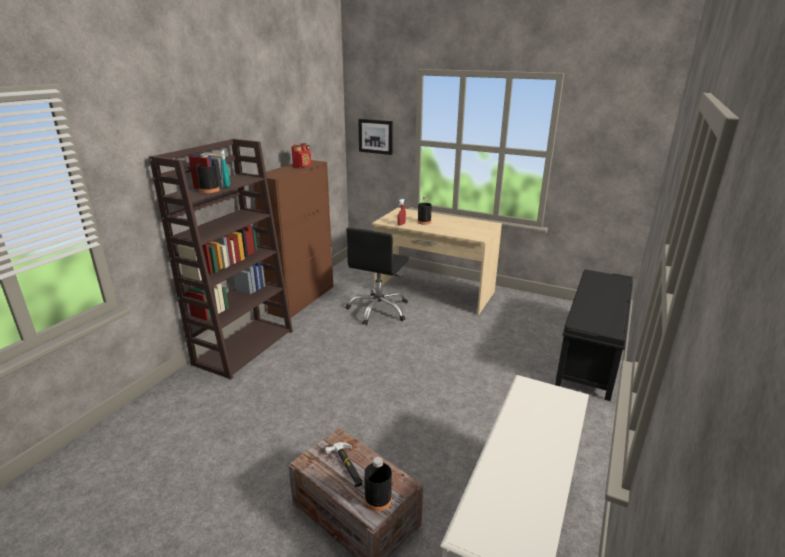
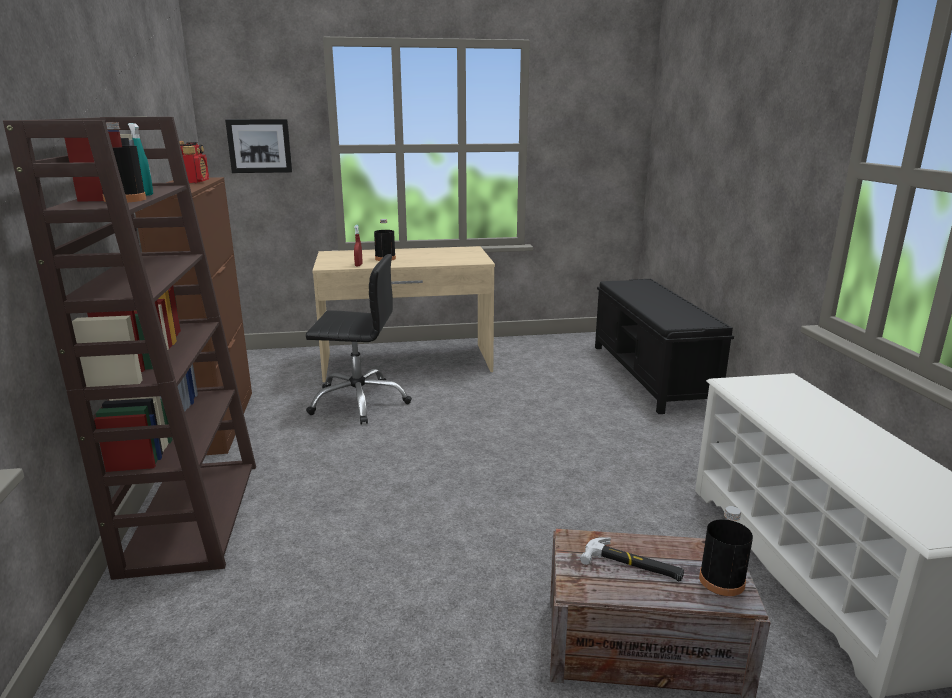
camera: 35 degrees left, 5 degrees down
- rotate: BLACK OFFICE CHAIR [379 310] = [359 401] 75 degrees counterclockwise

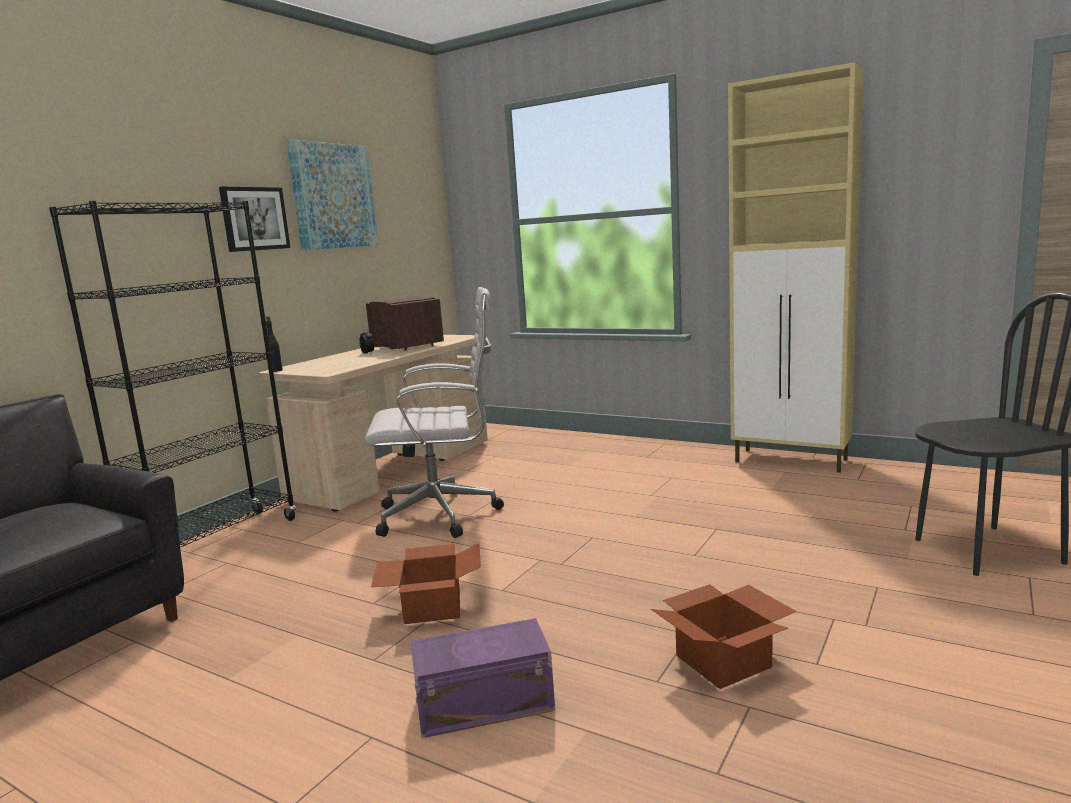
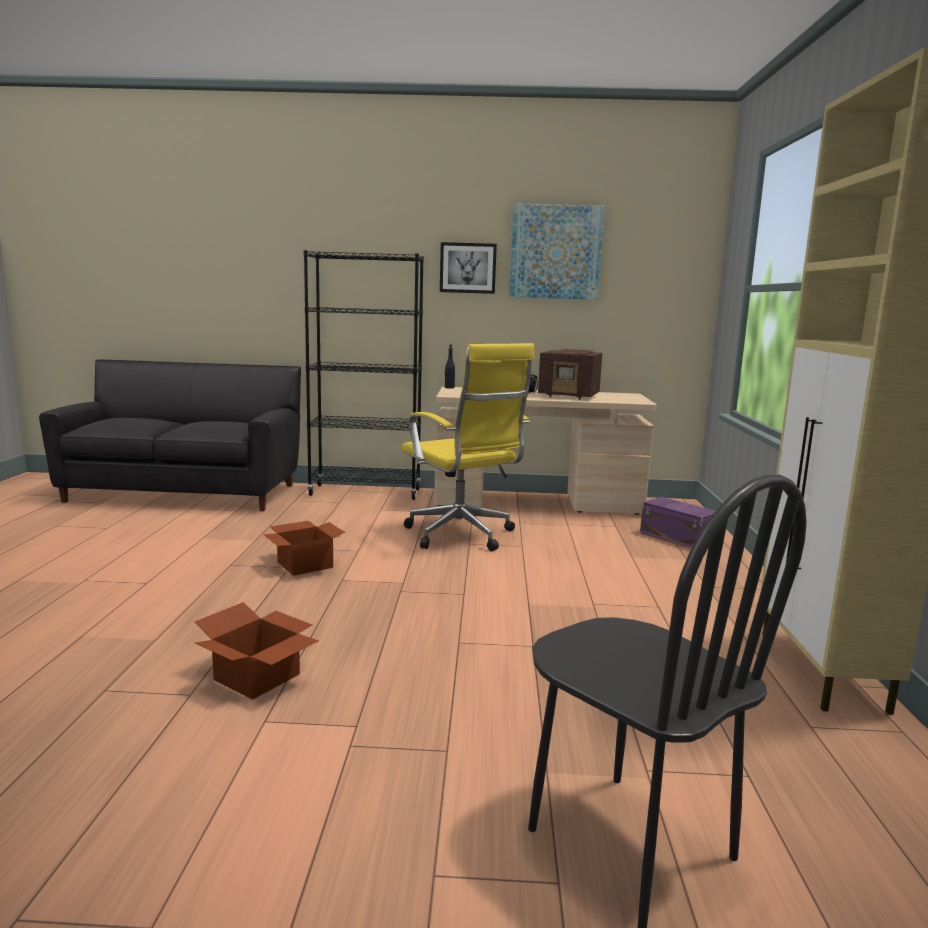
camera: 60 degrees right, 0 degrees up
- recolor: WHITE OFFICE CHAIR [444 515] to YELLOW OFFICE CHAIR [462 536]
- rotate: RADIO [407 347] = [570 396] 90 degrees clockwise
- move: PURPLE STORAGE BOX [482 703] to [677 538]

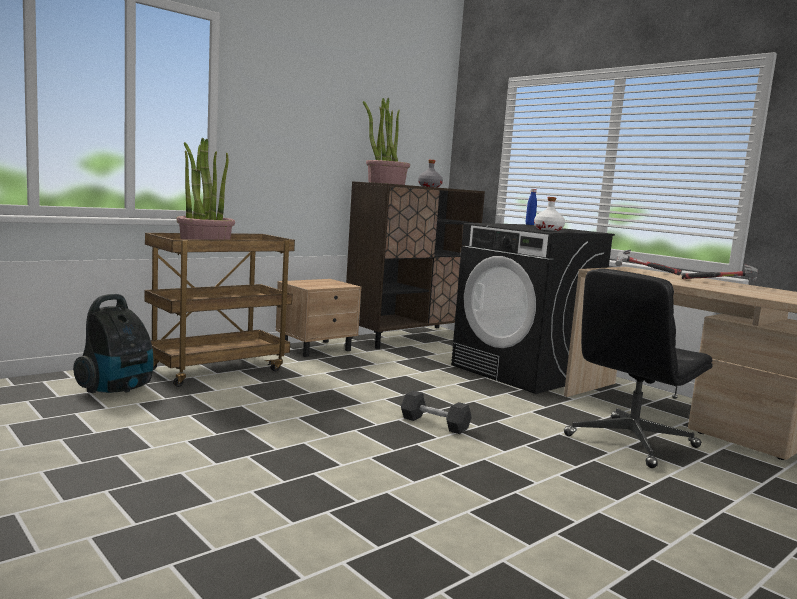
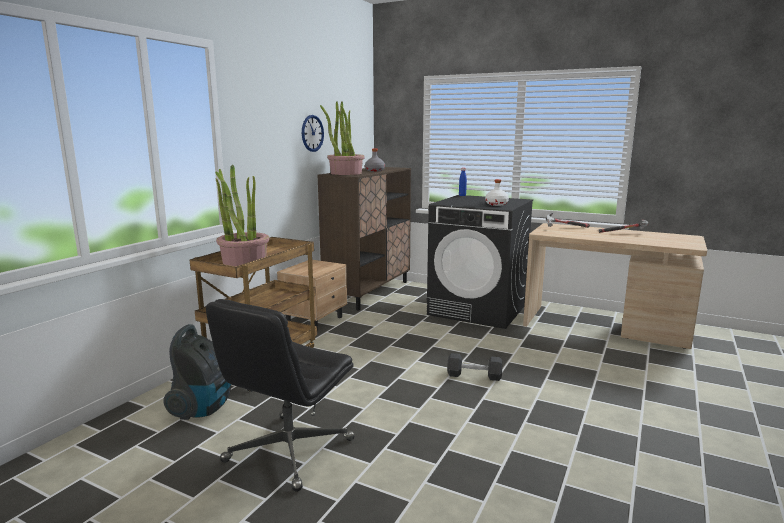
camera: 20 degrees left, 5 degrees up
- move: BLACK OFFICE CHAIR [630 442] to [289 451]
- insert: WALL CLOCK [312 133]

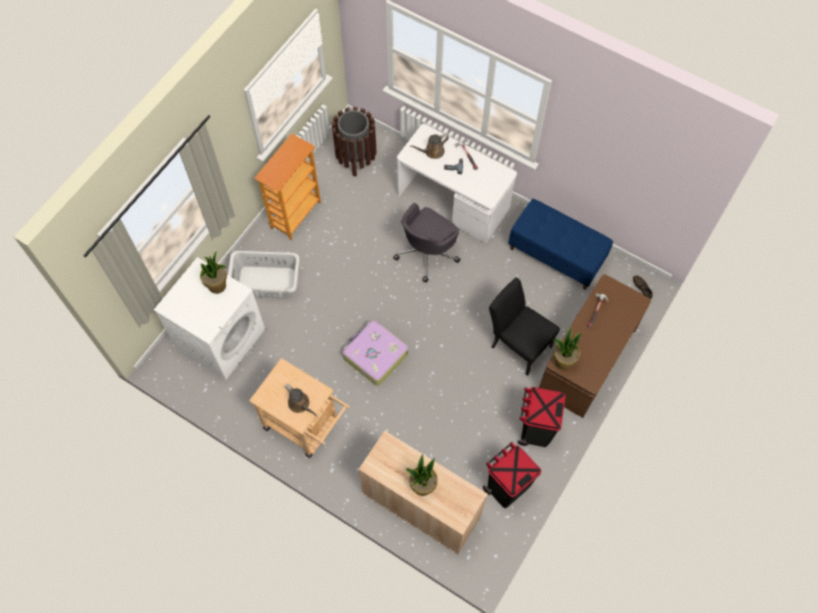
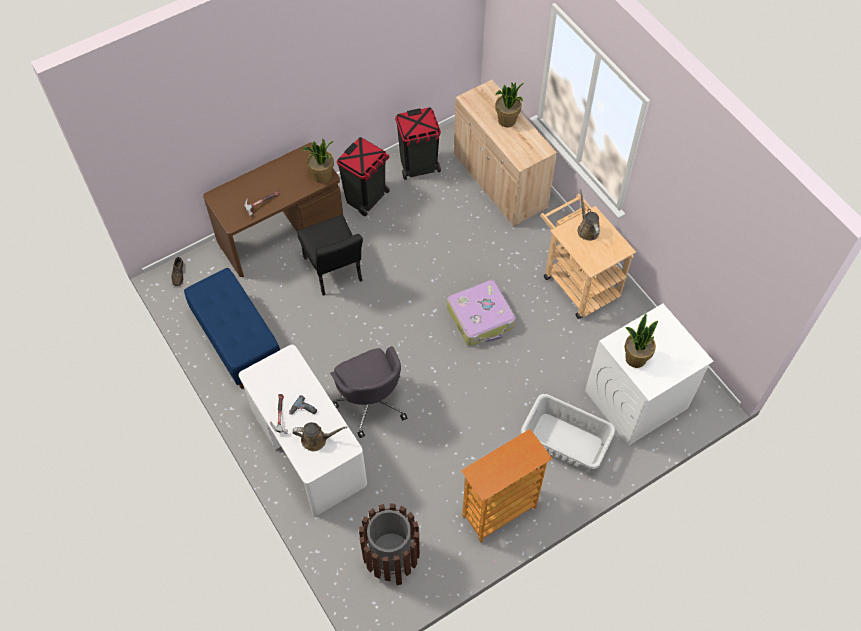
camera: 155 degrees left, 5 degrees down
- rotate: GREY OFFICE CHAIR [427 253] = [371 401] 90 degrees clockwise

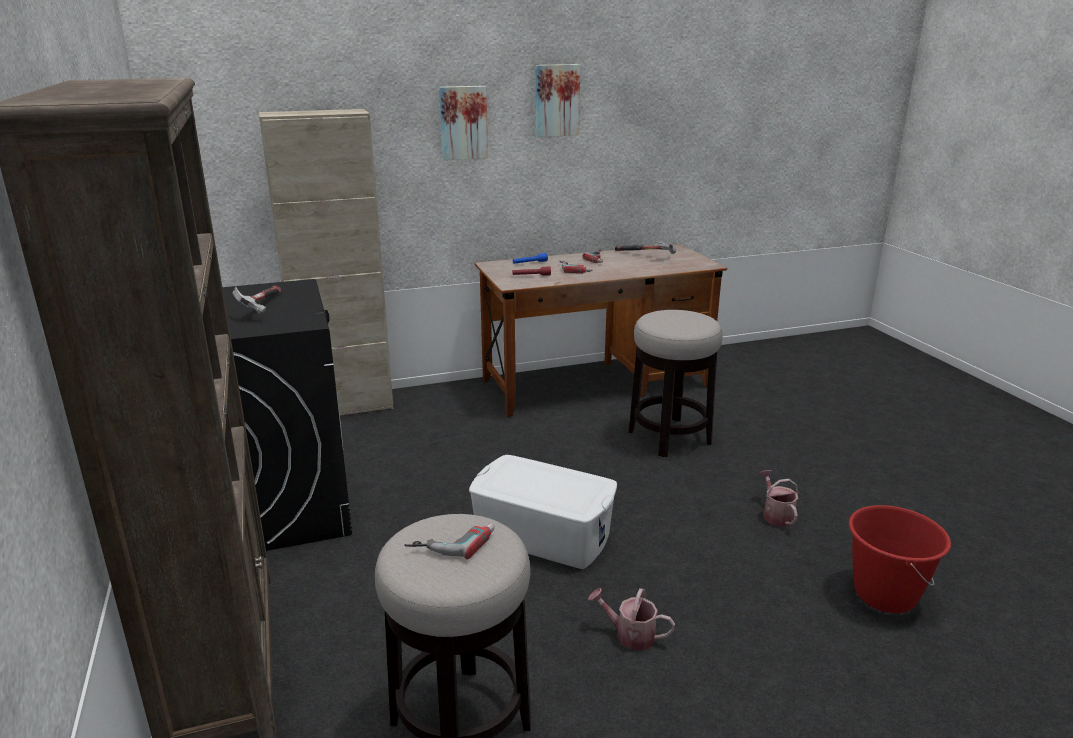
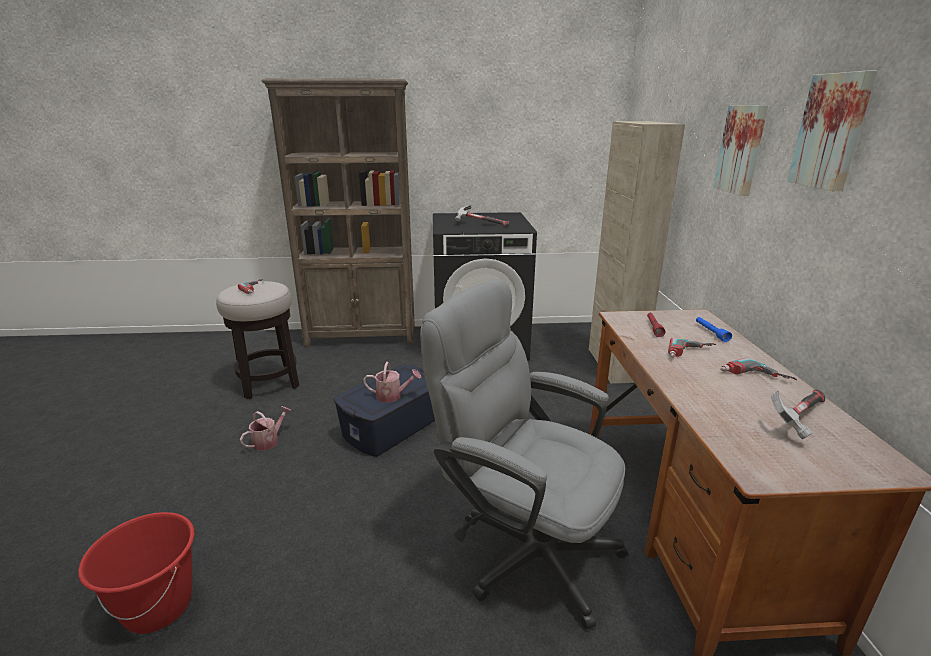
camera: 105 degrees right, 0 degrees up
- replace: STOOL [669 437] to GREY OFFICE CHAIR [524 547]
- recolor: WHITE STORAGE BOX [543 534] to BLUE STORAGE BOX [393 426]
- move: WATERING CAN [776 515] to [392 396]

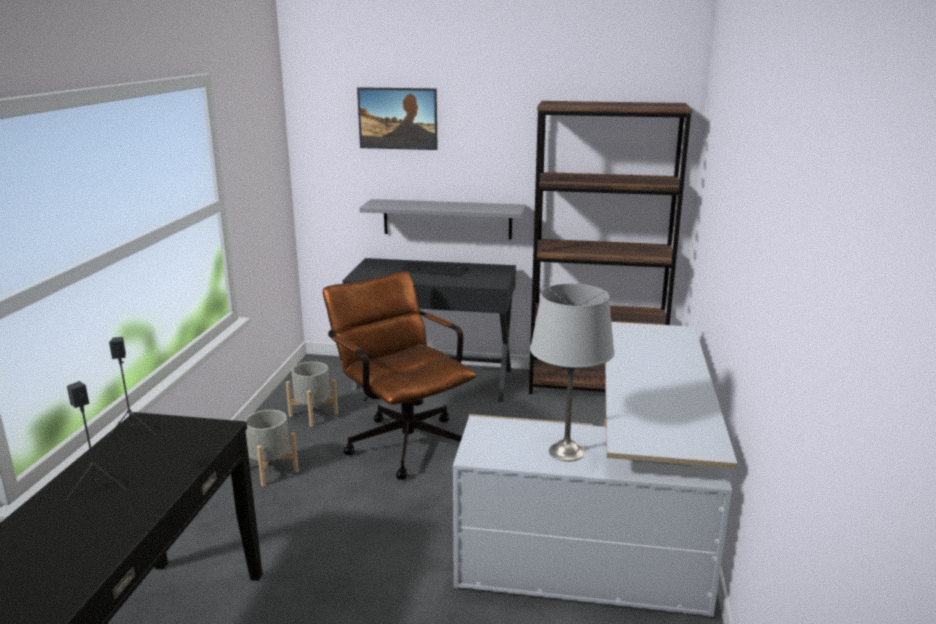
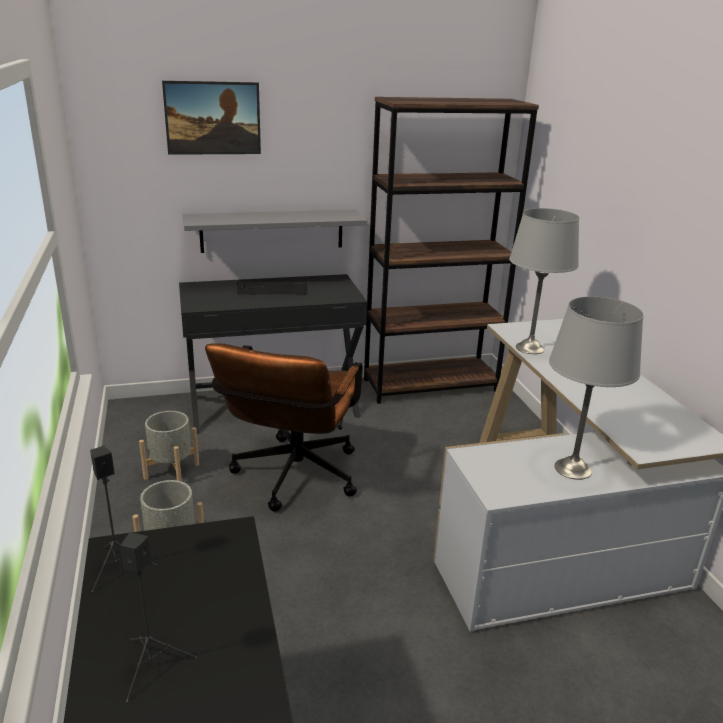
camera: 25 degrees left, 5 degrees up
- rotate: BROWN OFFICE CHAIR [402 440] = [292 480] 105 degrees counterclockwise
- insert: GREY TABLE LAMP [530 348]

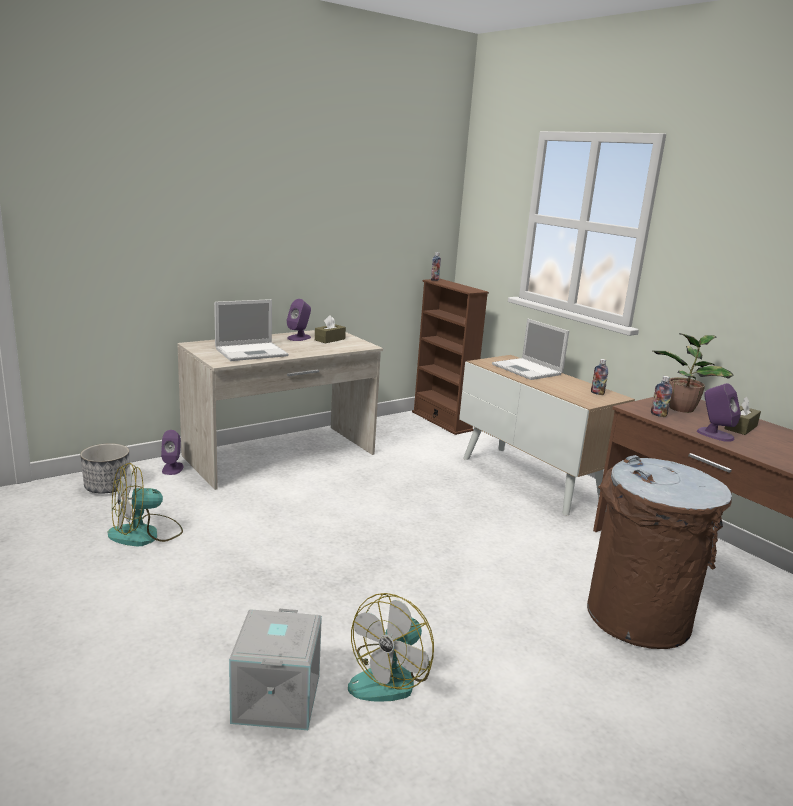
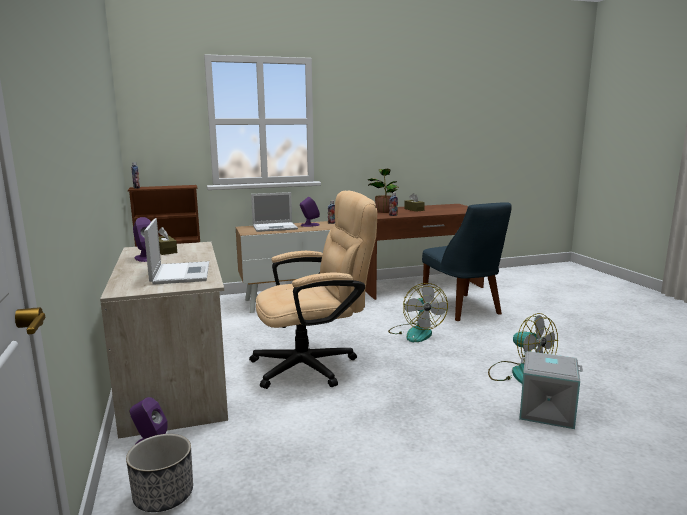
camera: 70 degrees left, 5 degrees down
- move: PURPLE SPEAKER [714 434] to [310 225]
- replace: BROWN TRASH CAN [638 618] to BLUE CHAIR [463 308]
- move: FAN [145 534] to [416 332]
- insert: BEIGE OFFICE CHAIR [314 365]

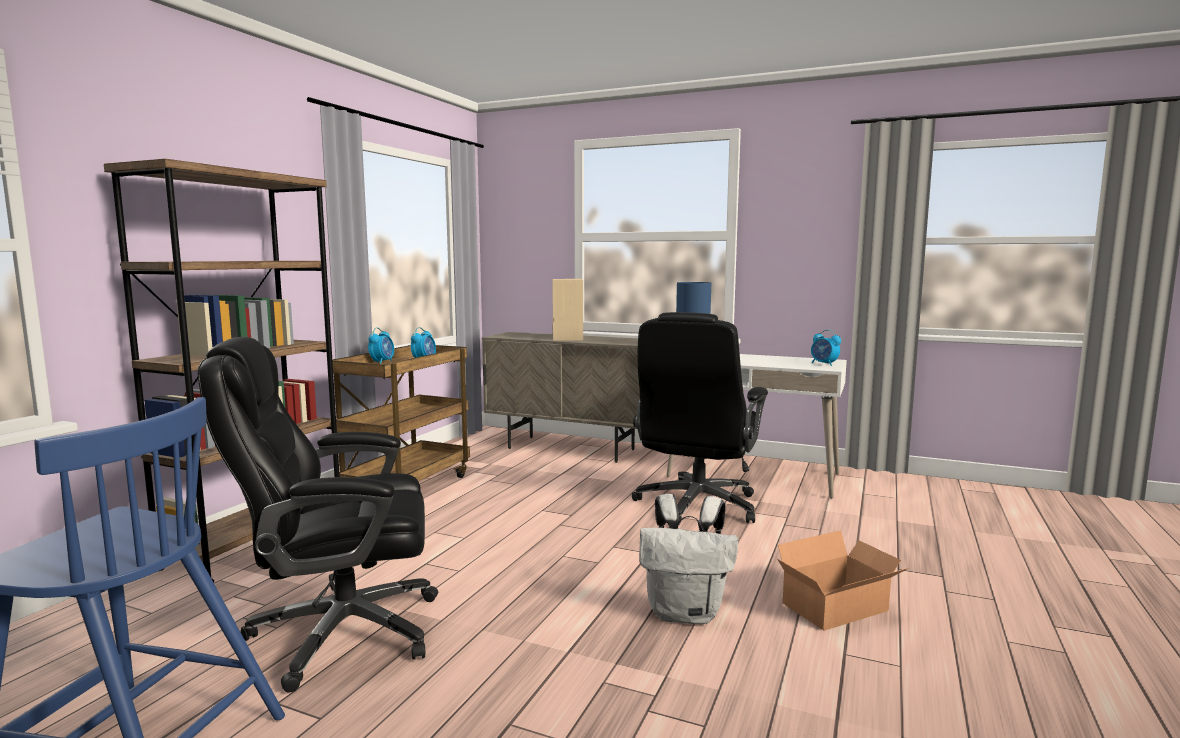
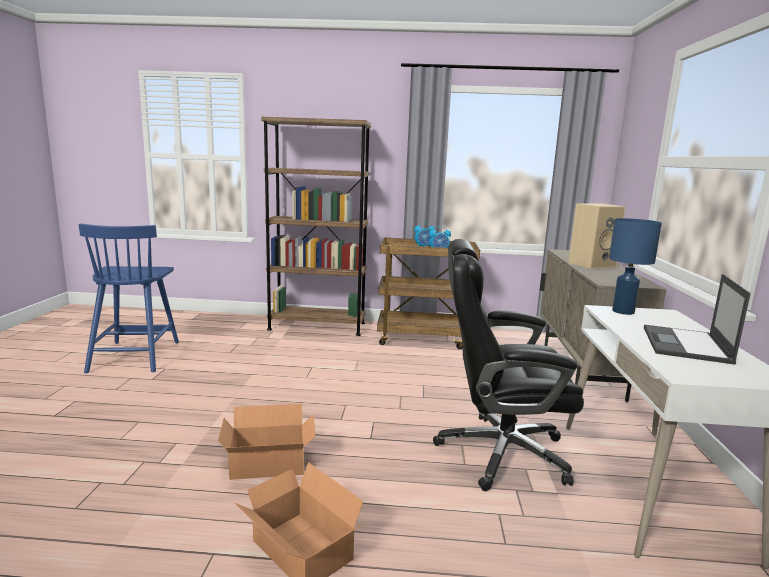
camera: 70 degrees right, 5 degrees up
- delete: ALARM CLOCK [824 364]
- delete: BLACK OFFICE CHAIR [340 632]
- replace: WHITE BACKPACK [686 613] to CARDBOARD BOX [269 465]
- insert: LAPTOP [686 345]

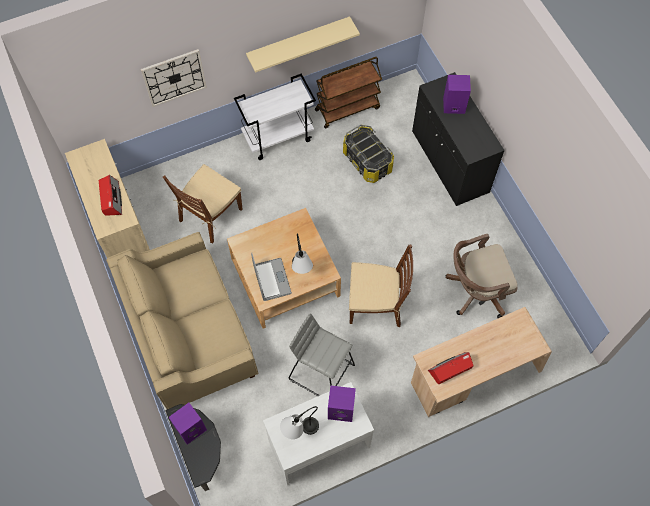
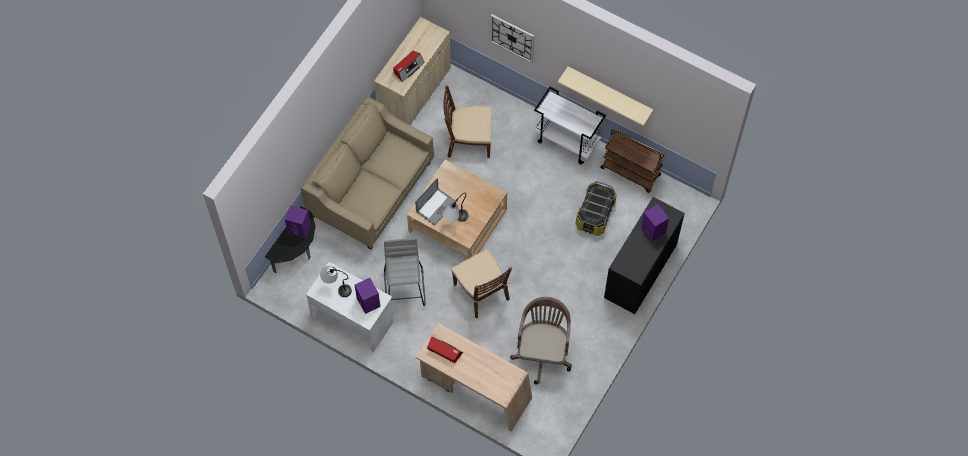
camera: 55 degrees right, 0 degrees up
- rotate: BROWN OFFICE CHAIR [475 291] = [542 352] 60 degrees clockwise

